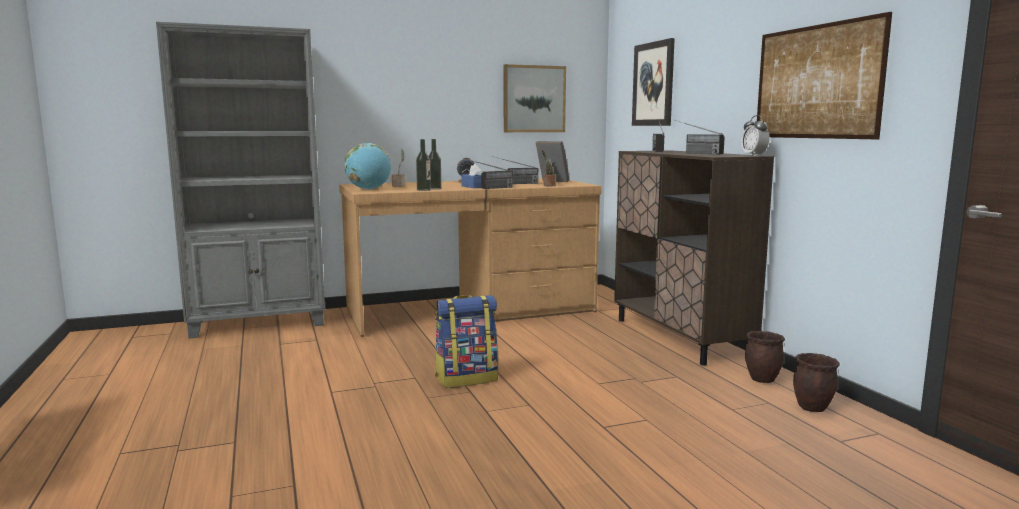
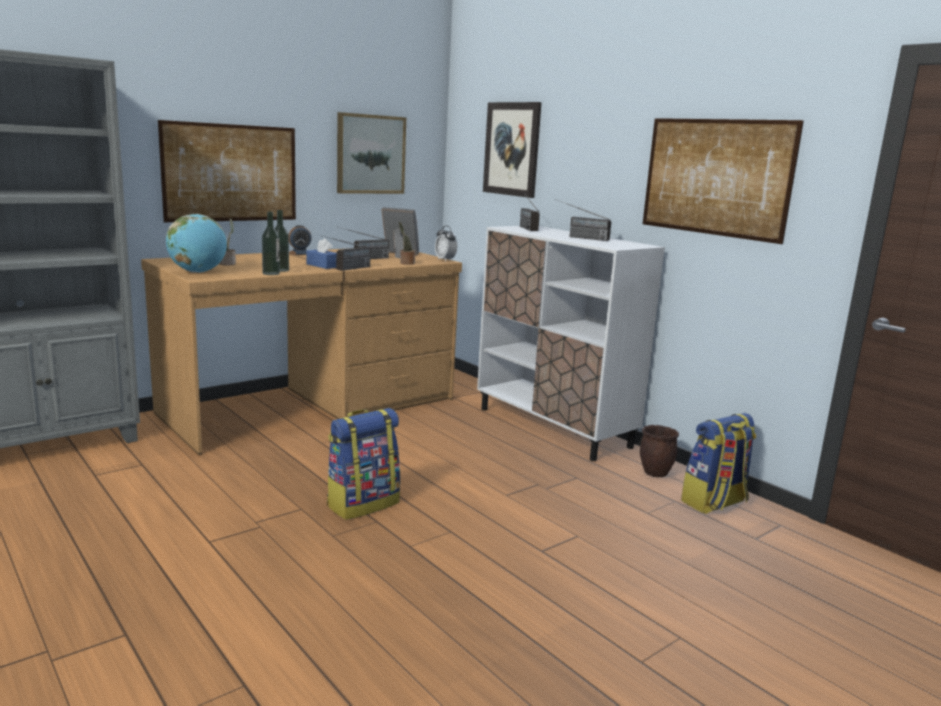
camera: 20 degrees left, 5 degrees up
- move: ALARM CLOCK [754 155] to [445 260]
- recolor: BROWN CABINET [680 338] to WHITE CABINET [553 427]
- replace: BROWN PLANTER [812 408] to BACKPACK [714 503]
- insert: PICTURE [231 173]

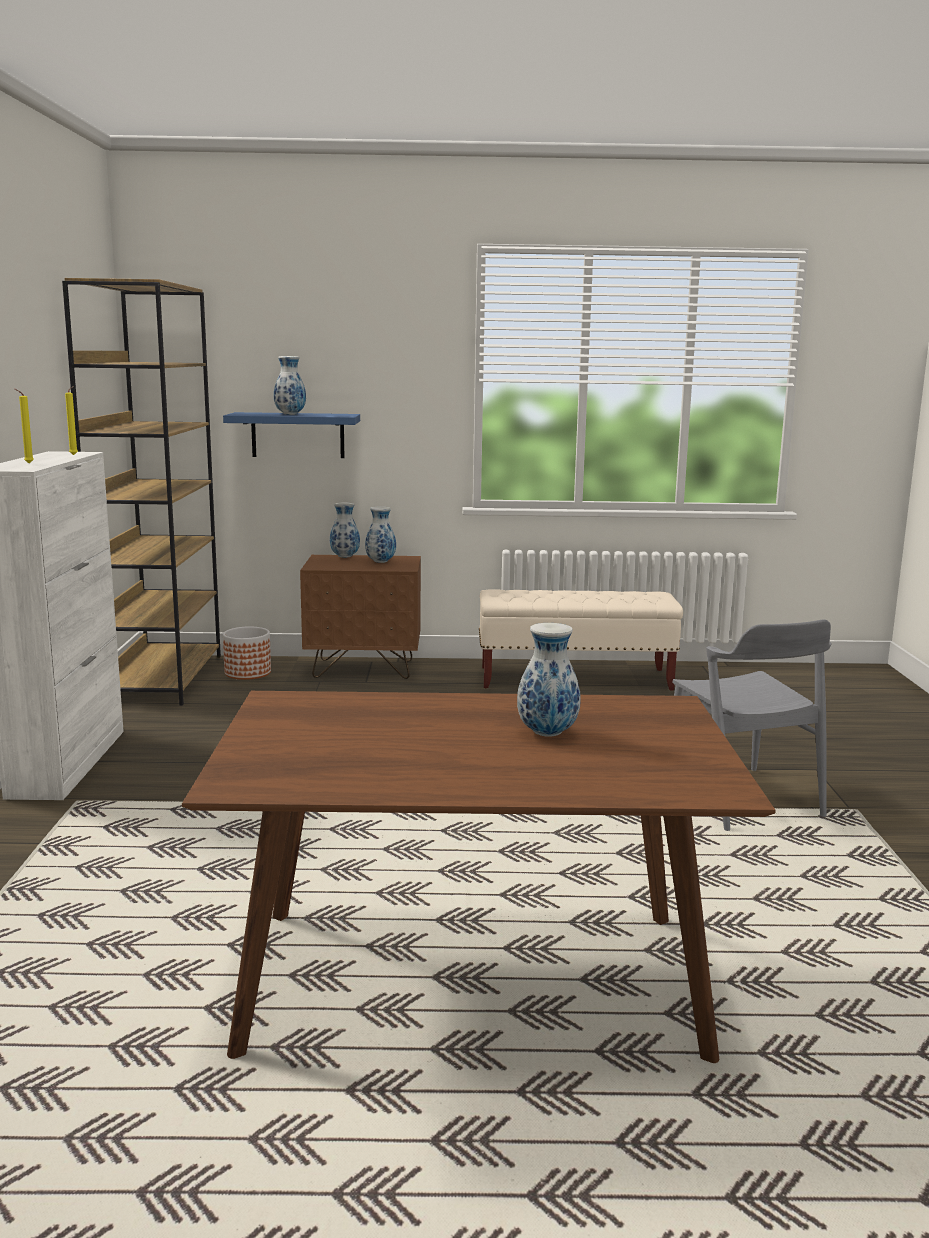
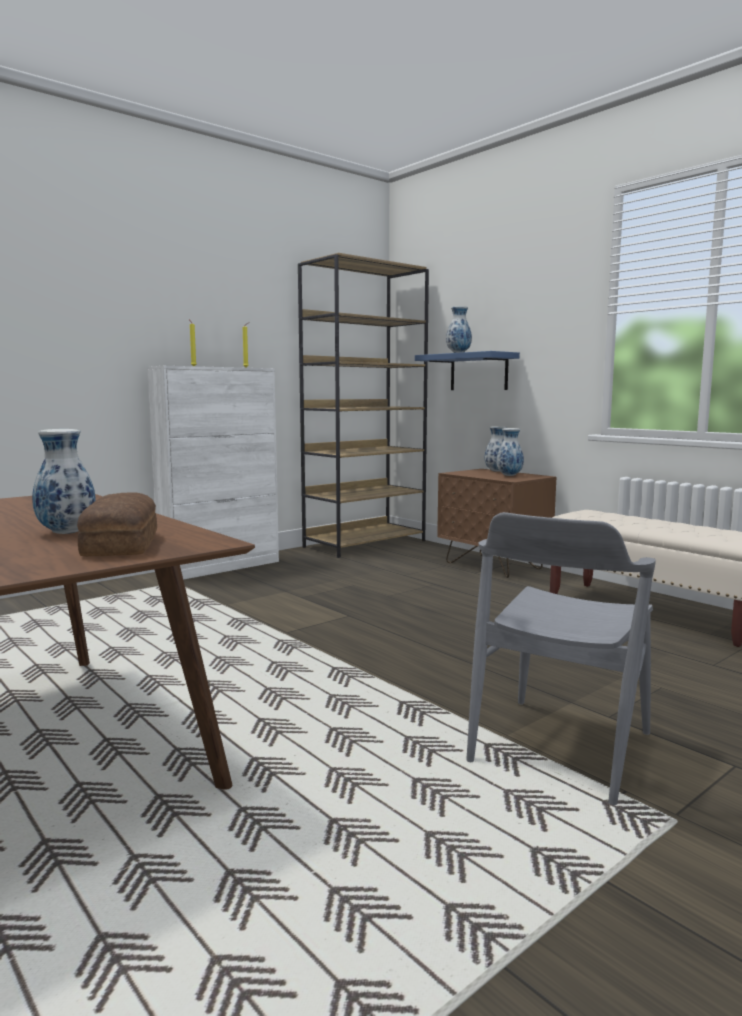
camera: 50 degrees right, 5 degrees down
- delete: PLANTER [248 673]
- insert: BREAD [123 544]

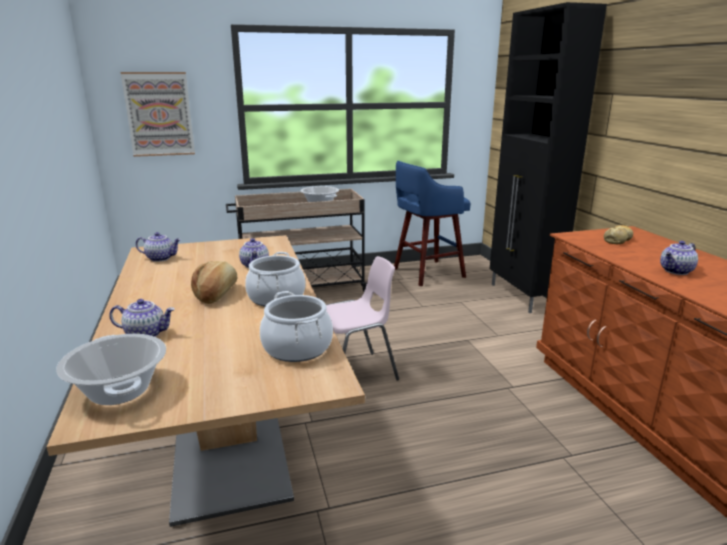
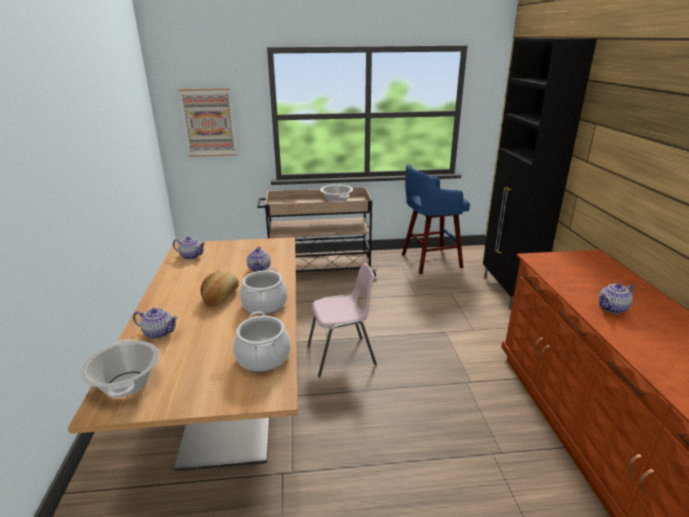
camera: 10 degrees right, 5 degrees up
- delete: BREAD [617 240]

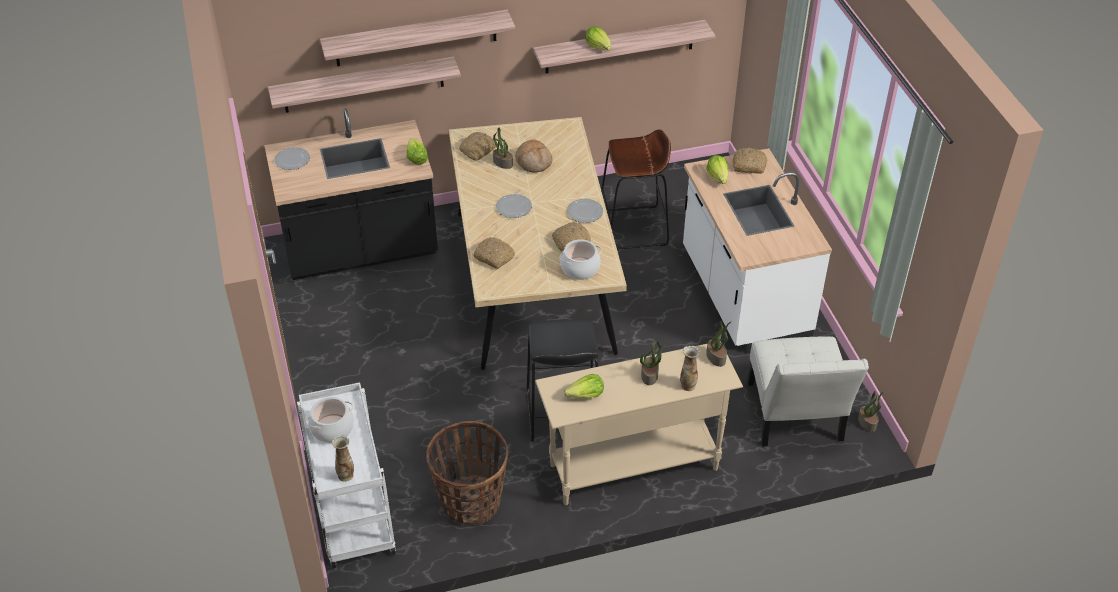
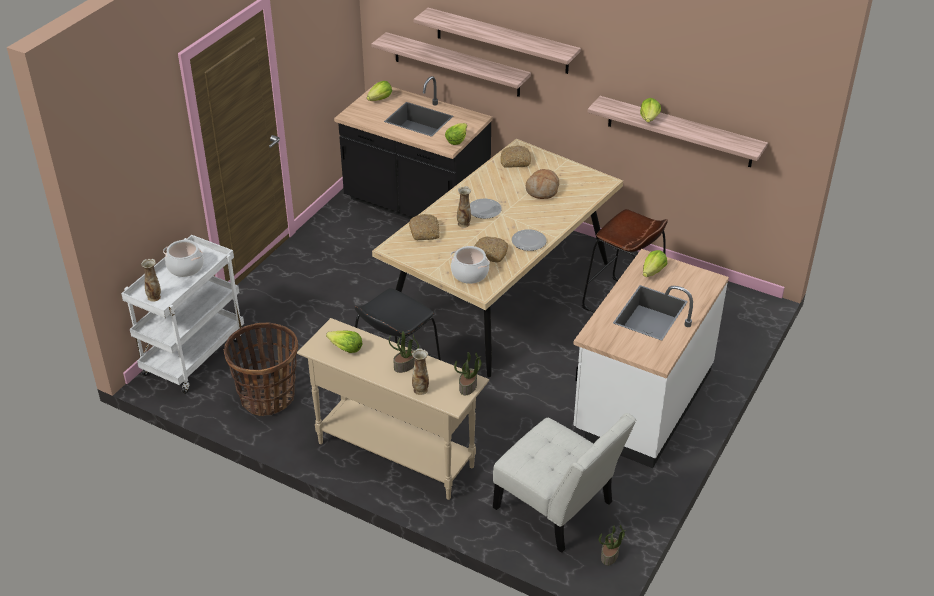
camera: 45 degrees right, 5 degrees down
- delete: POTTED PLANT [502 163]
- replace: PLATE [292 160] to LETTUCE [380 99]
- delete: BREAD [749 165]
- rotate: WHITE CHAIR [795 417] = [558 509] 90 degrees counterclockwise
- insert: VASE [464 224]

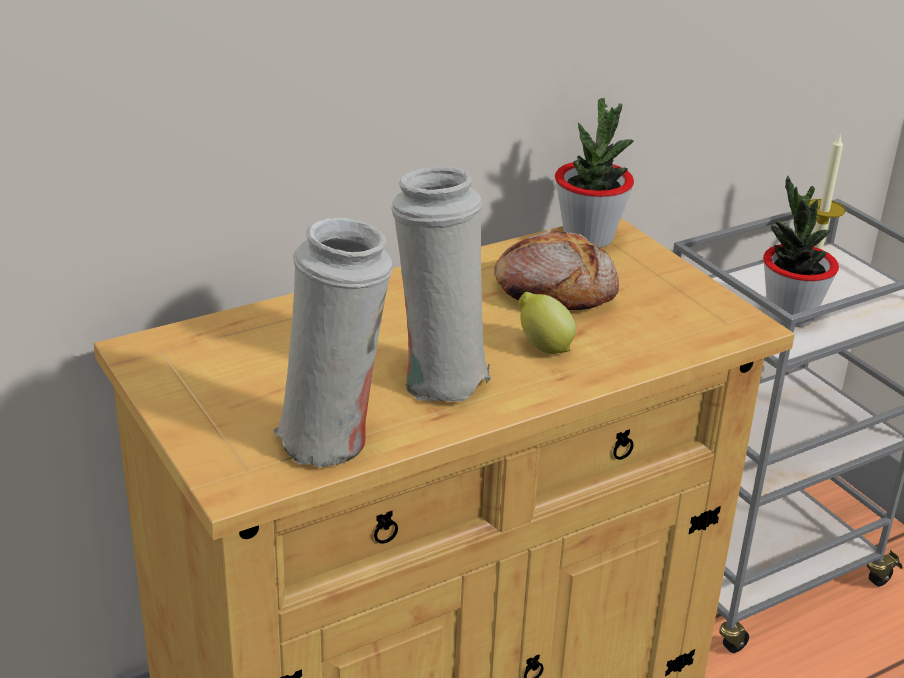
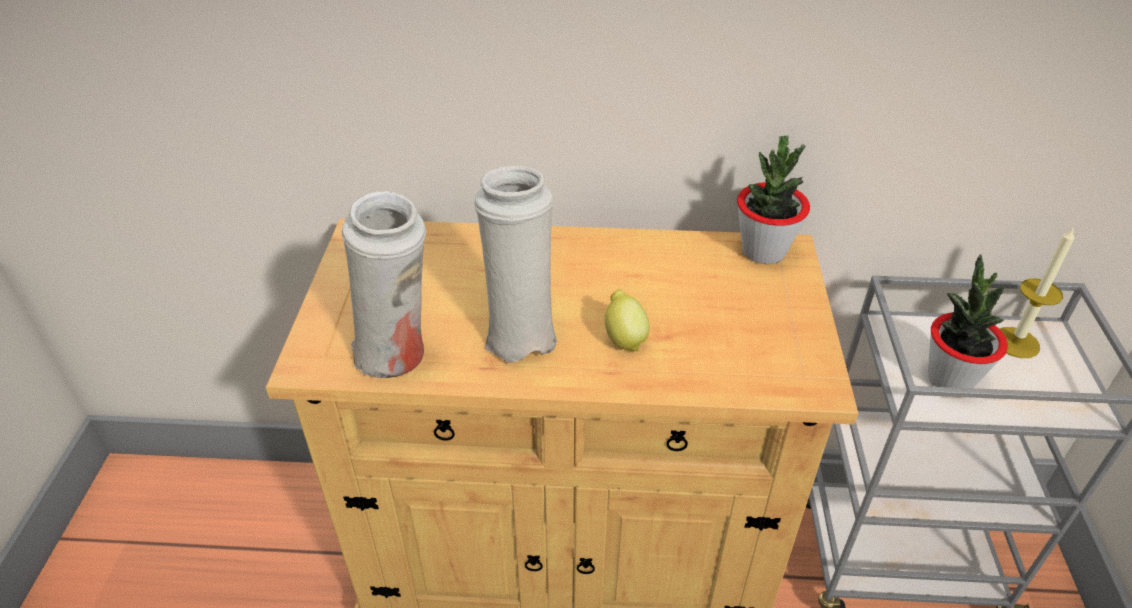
camera: 35 degrees right, 10 degrees up
- delete: BREAD [554 290]

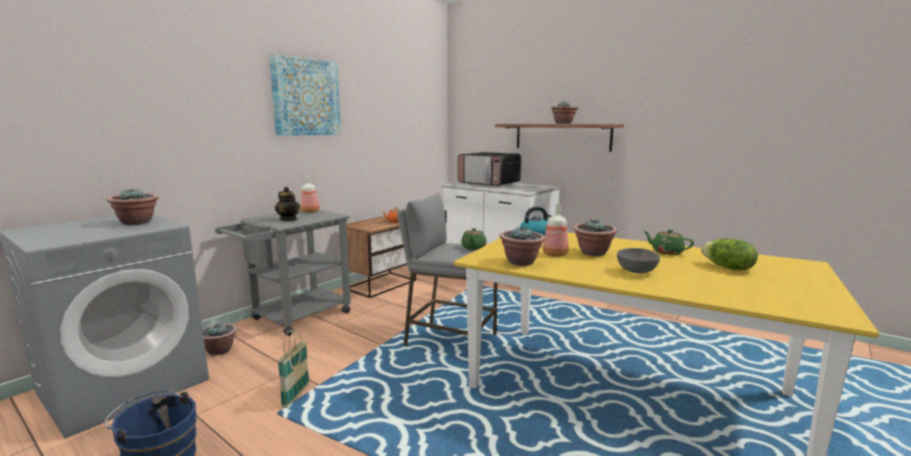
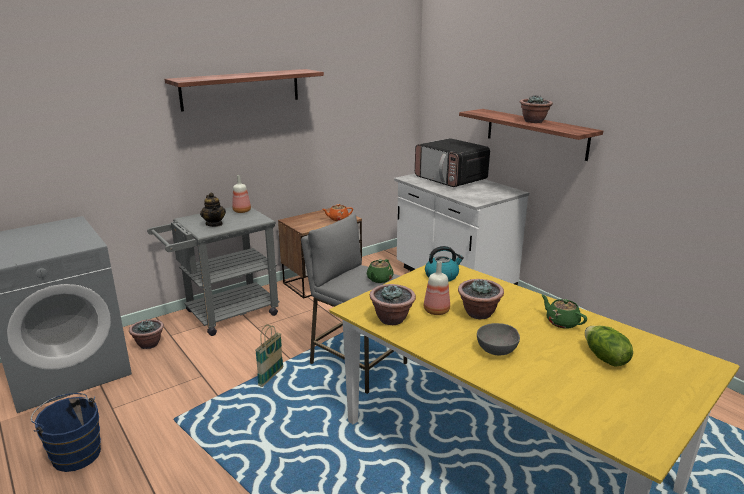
camera: 15 degrees right, 10 degrees up
- replace: PICTURE [306 97] to SHELF [241 89]
- delete: POTTED PLANT [137 223]
- move: BASKET [296 396] to [271 377]

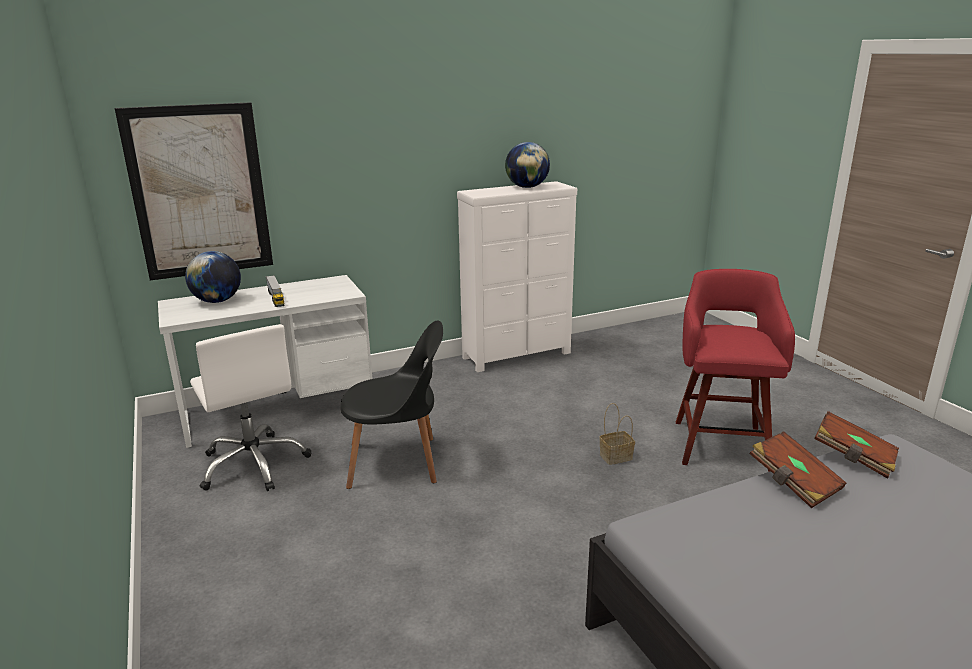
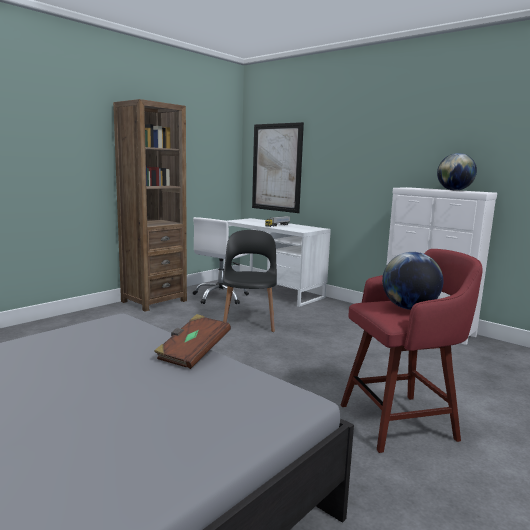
camera: 65 degrees right, 10 degrees down
- move: GLOBE [217 301] to [409 308]
- rotate: BLACK CHAIR [398 462] = [249 321] 150 degrees counterclockwise
- delete: BASKET [616 456]
- delete: BROWN BOOK [853 458]
- insert: BROWN BOOKCASE [154 301]

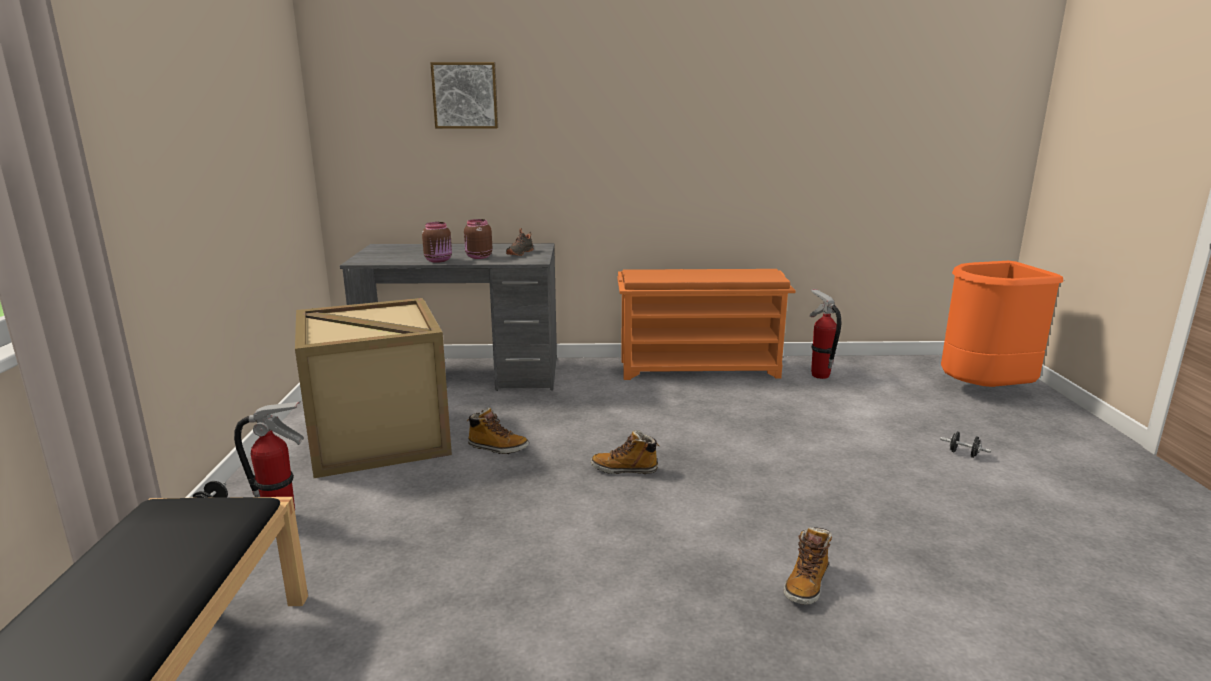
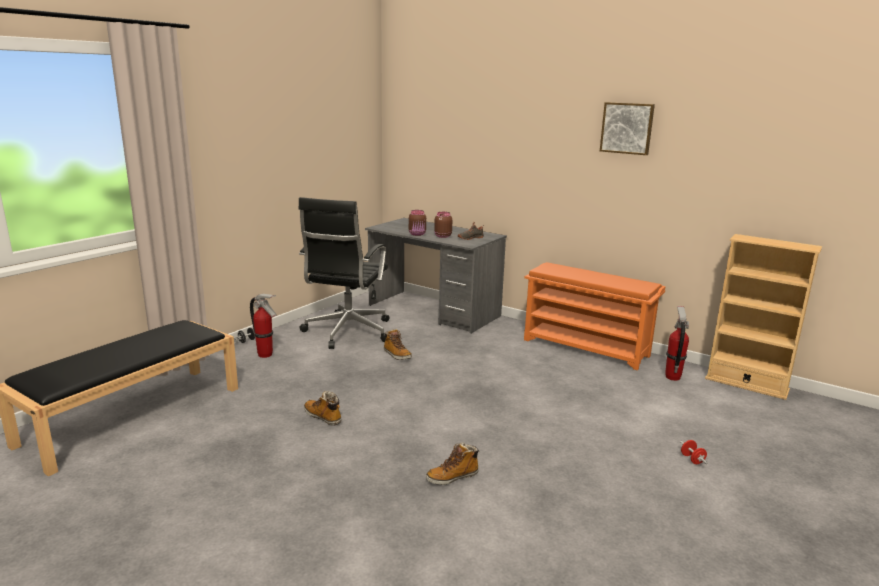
camera: 35 degrees right, 0 degrees up
- move: PICTURE [465 95] to [627 128]
- delete: ORANGE TRASH CAN [983 391]
- replace: CRATE [376 439] to BLACK OFFICE CHAIR [347 332]
- move: BOOT [624 469] to [323 417]
- recolor: BLACK DUMBBELL [963 454] to RED DUMBBELL [692 459]
- insert: BEIGE BOOKCASE [746 384]

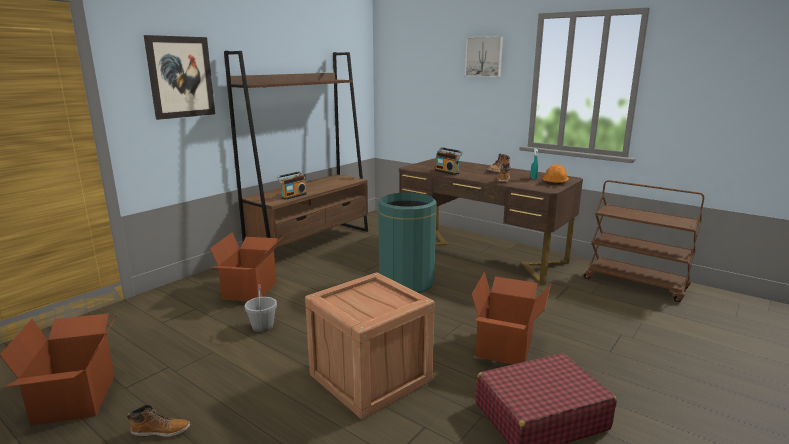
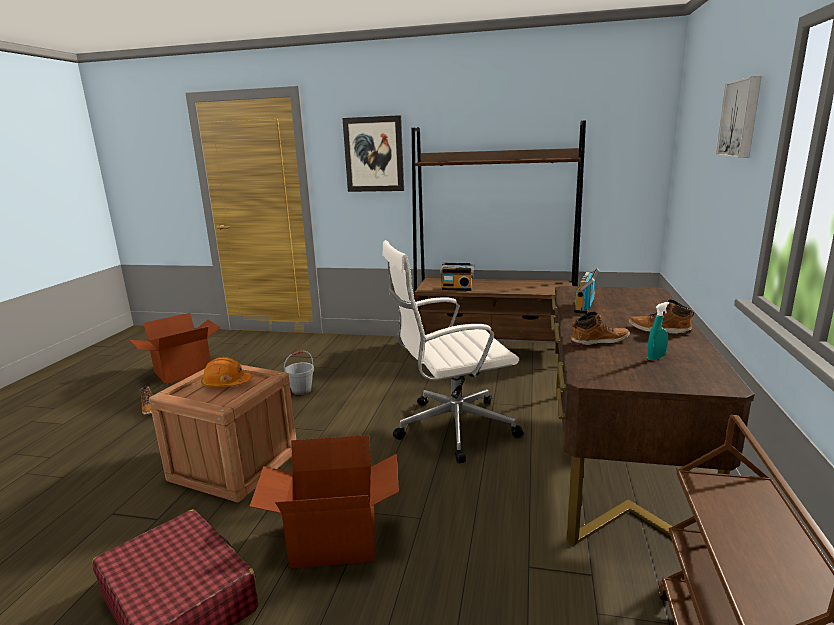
camera: 65 degrees right, 0 degrees up
- move: ORANGE HARD HAT [555 182] to [226 384]
- replace: GREEN TRASH CAN [406 283] to WHITE OFFICE CHAIR [451 428]
- delete: CARDBOARD BOX [251 290]

